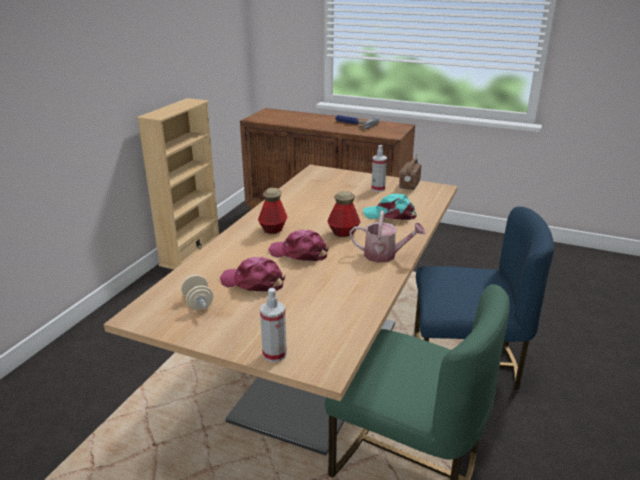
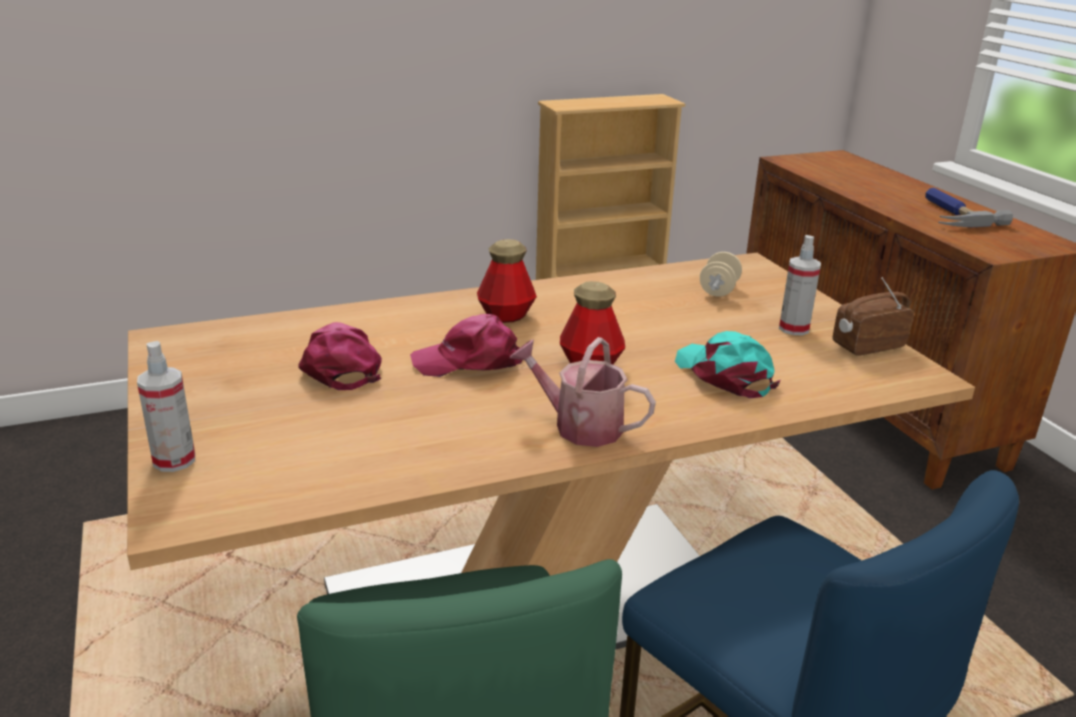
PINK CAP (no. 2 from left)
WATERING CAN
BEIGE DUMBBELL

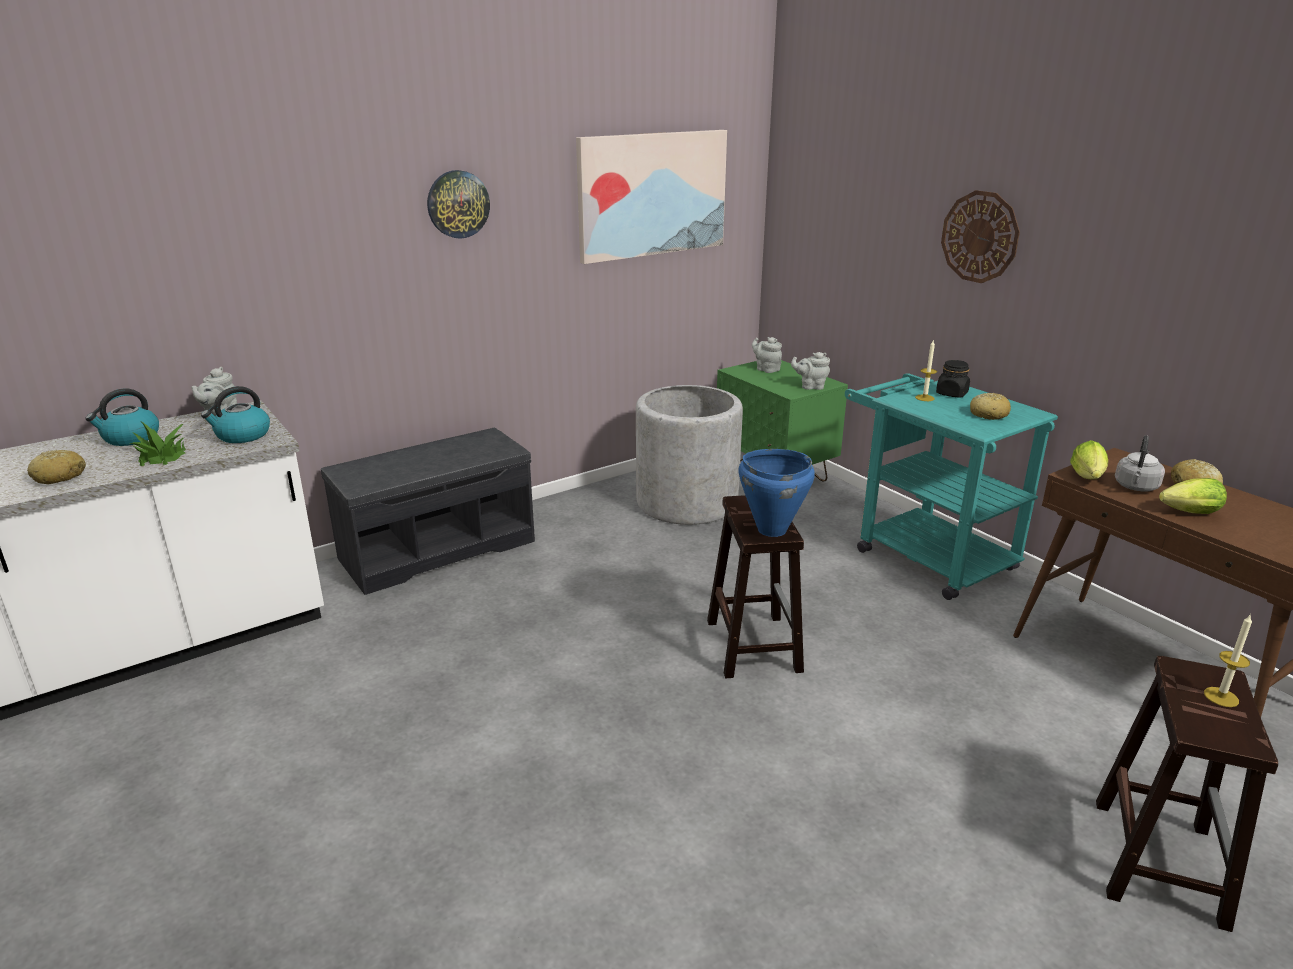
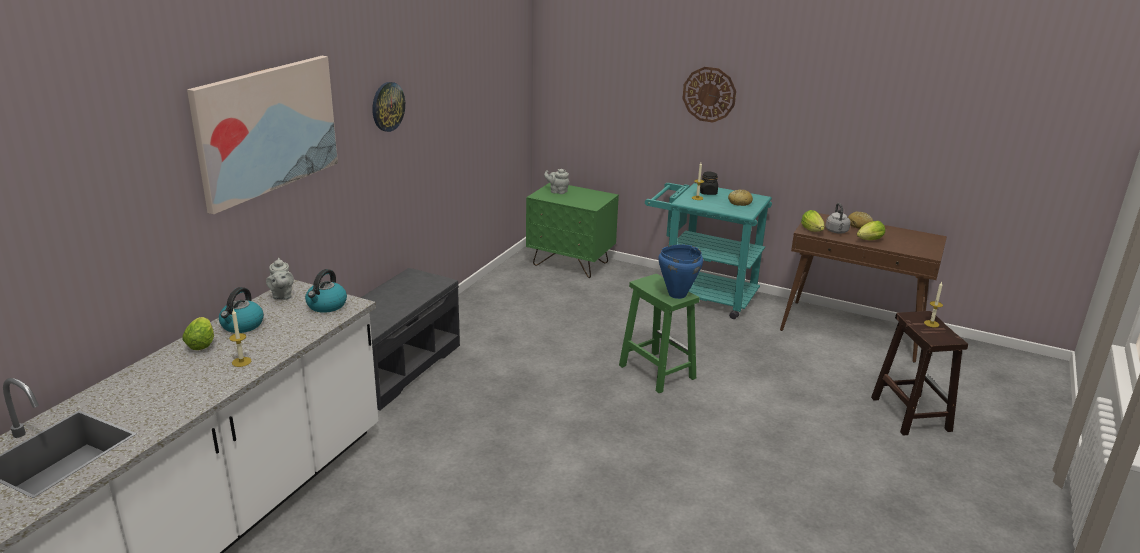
LETTUCE (no. 1 from left)
PICTURE
CANDLE (no. 1 from left)
GREEN STOOL
POTTED PLANT
GREY PLANTER
GREY TEAPOT (no. 3 from left in the first image)

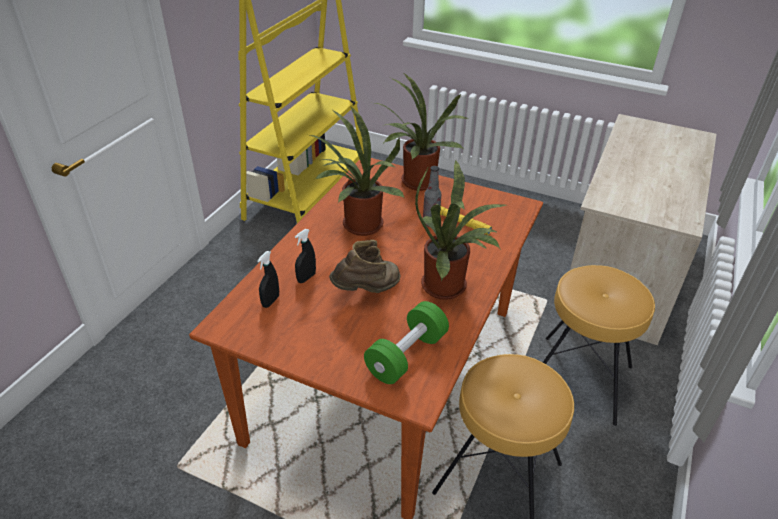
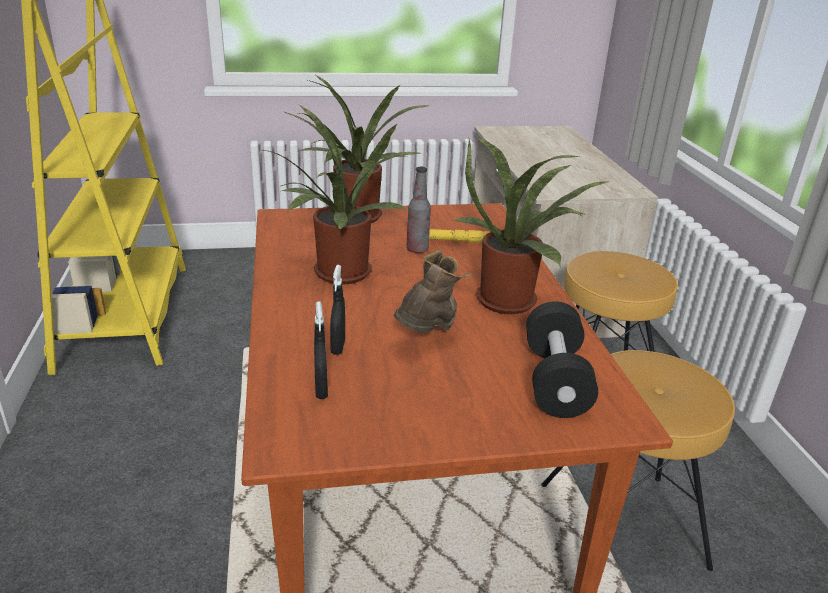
BLACK DUMBBELL

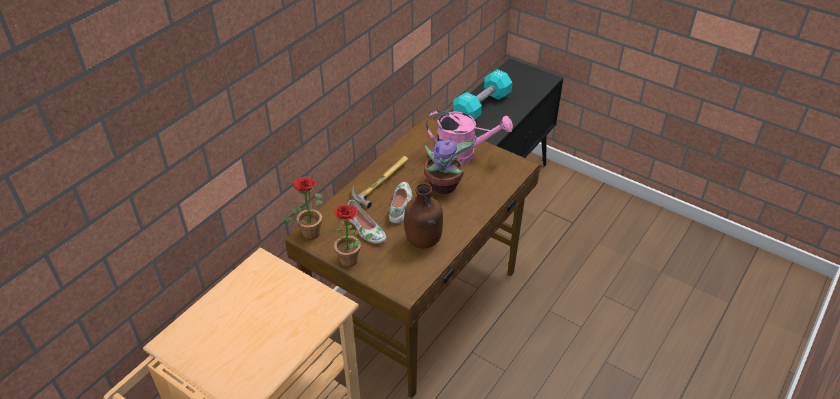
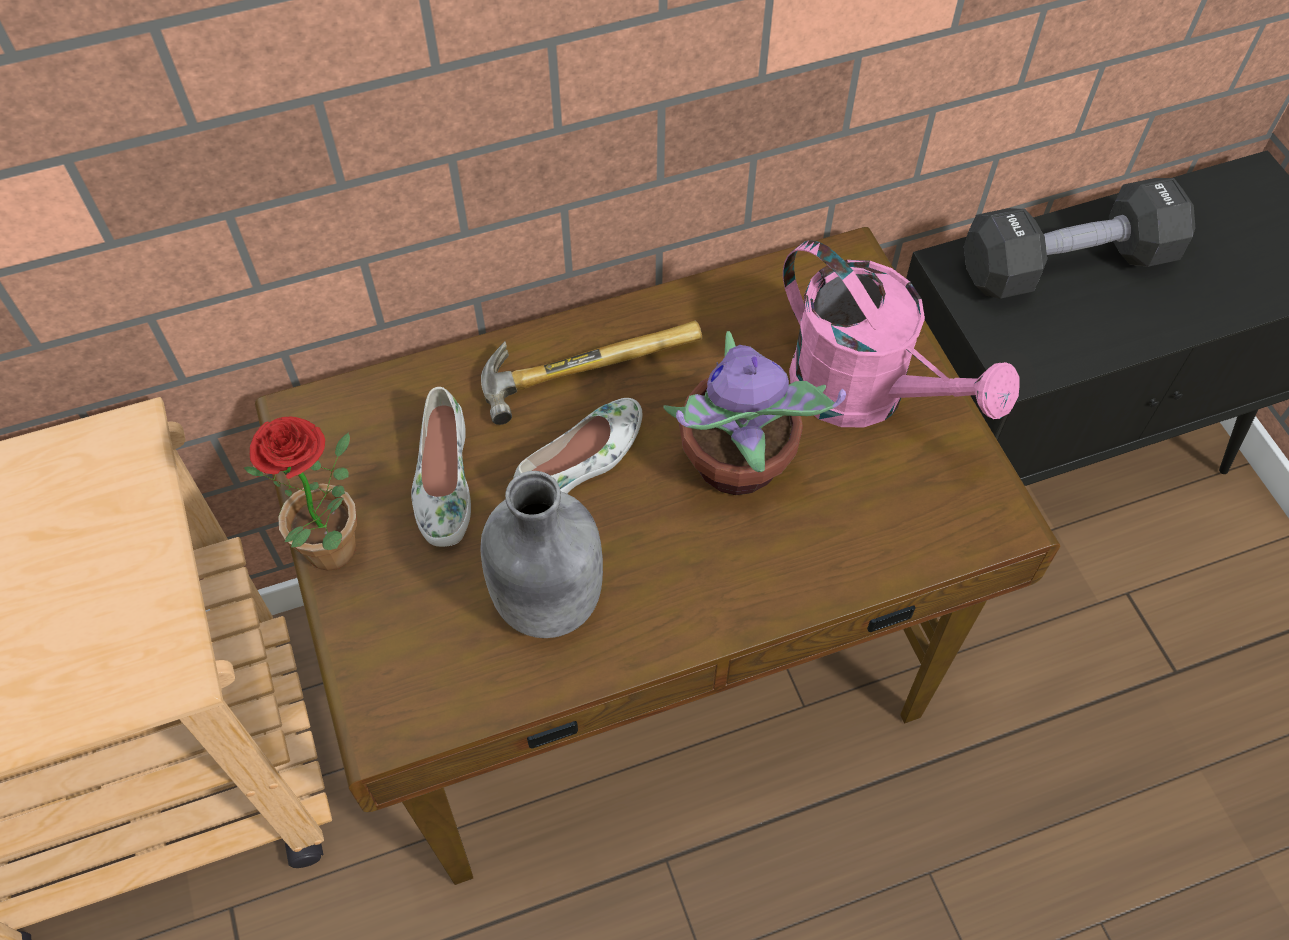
GREY BOTTLE
BLACK DUMBBELL
POTTED PLANT (no. 1 from left in the first image)

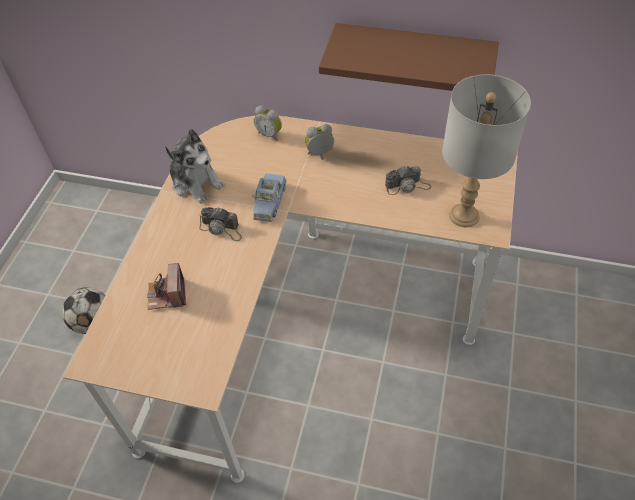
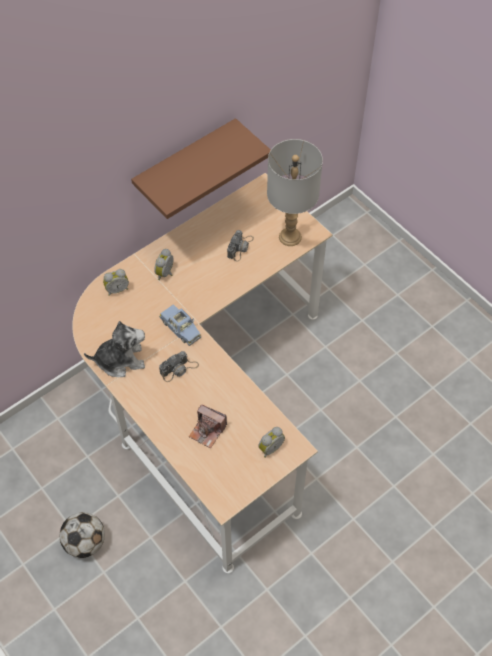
ALARM CLOCK (no. 3 from left)

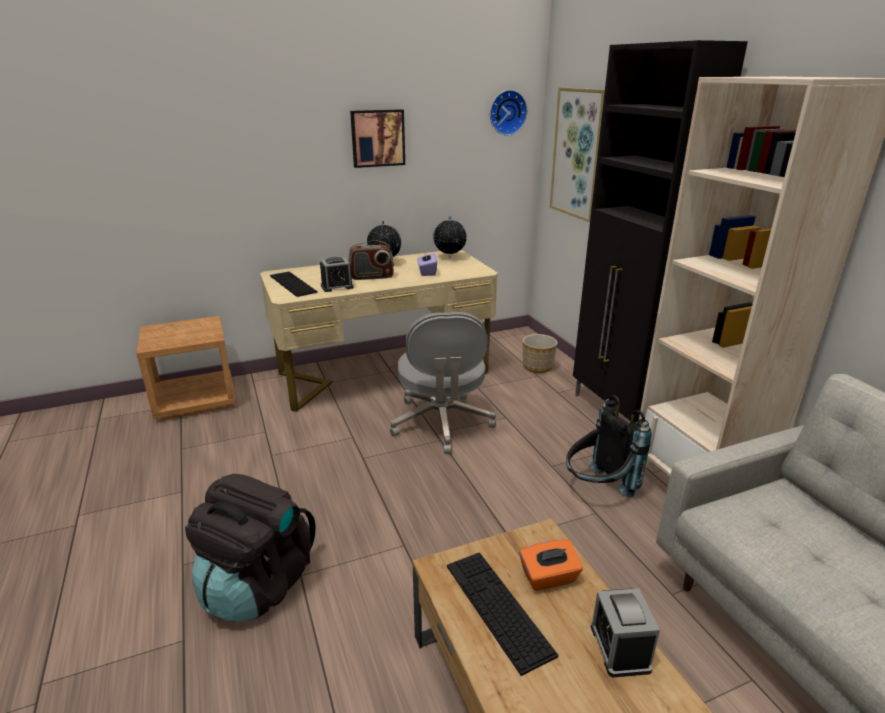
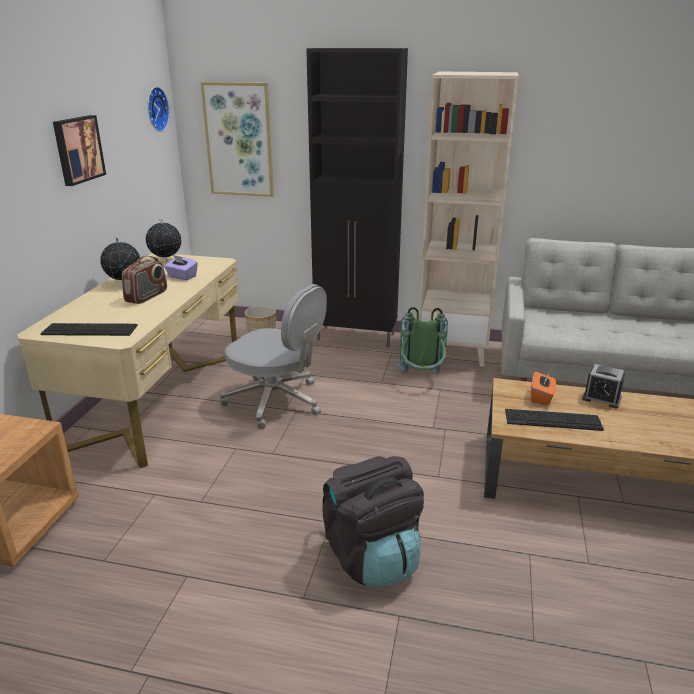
GREEN BACKPACK
ALARM CLOCK (no. 1 from left in the first image)

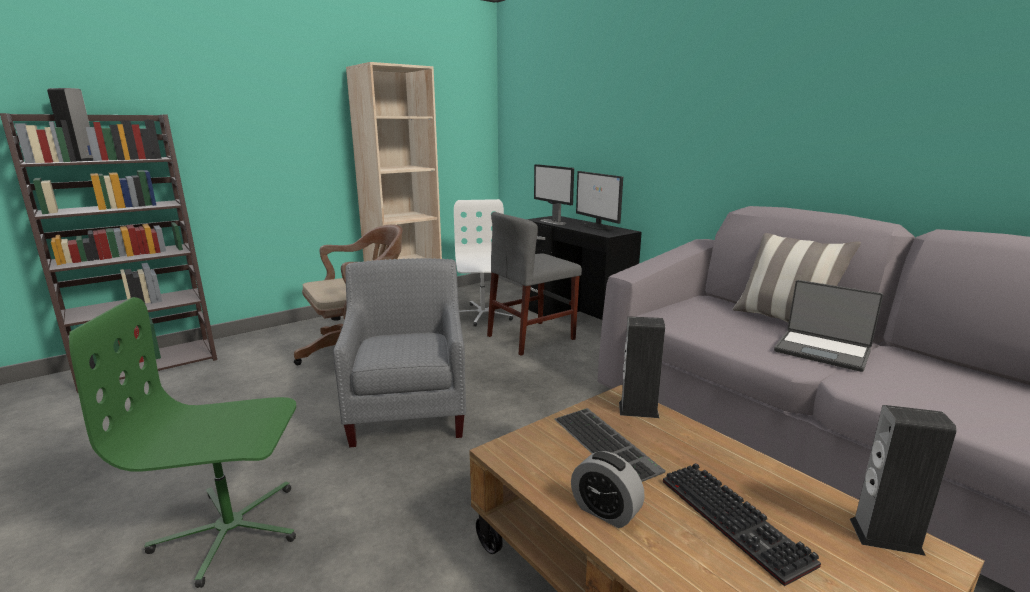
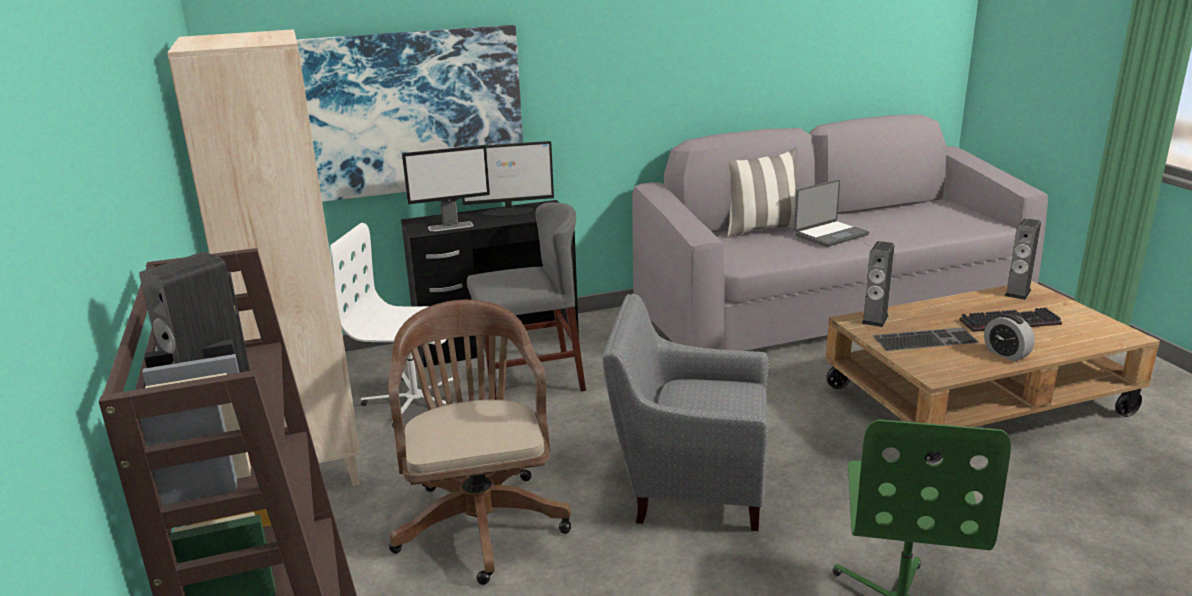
PICTURE
GREY CHAIR
ALARM CLOCK

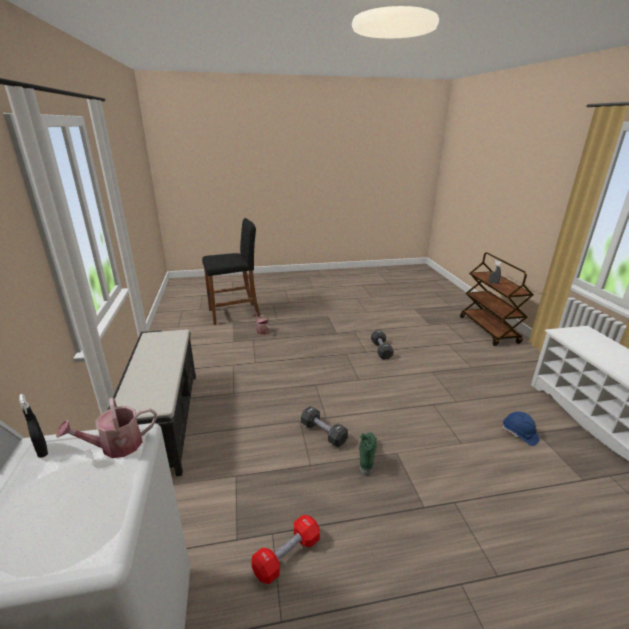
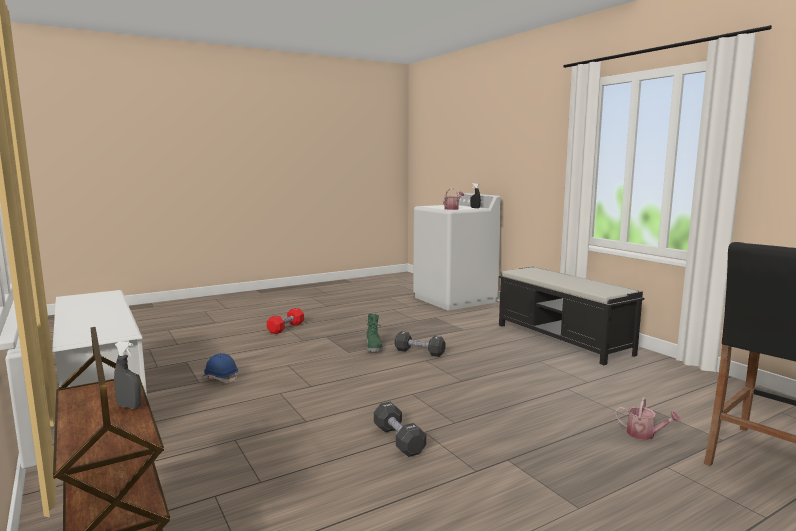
RED DUMBBELL

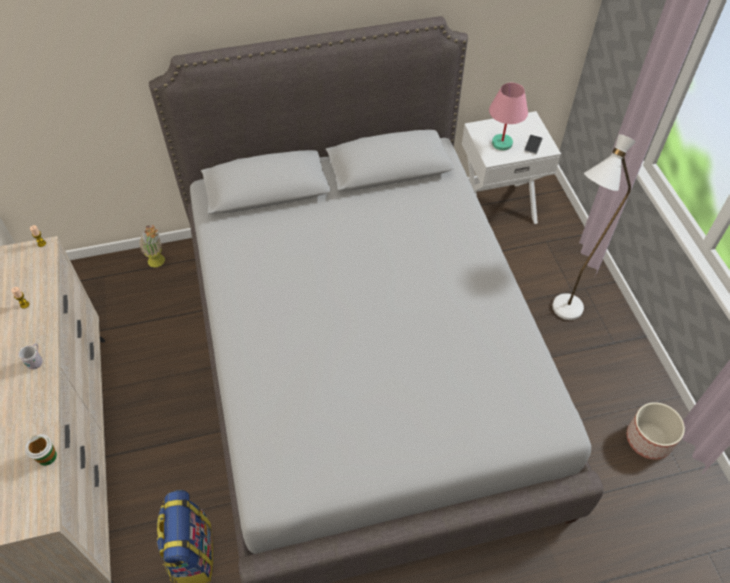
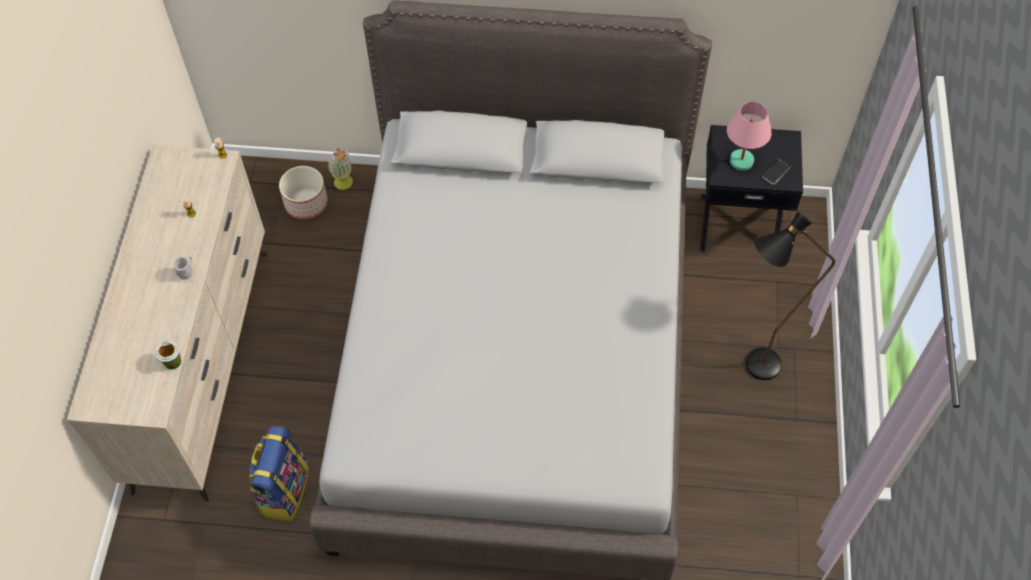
PLANTER
BLACK NIGHTSTAND
BLACK FLOOR LAMP

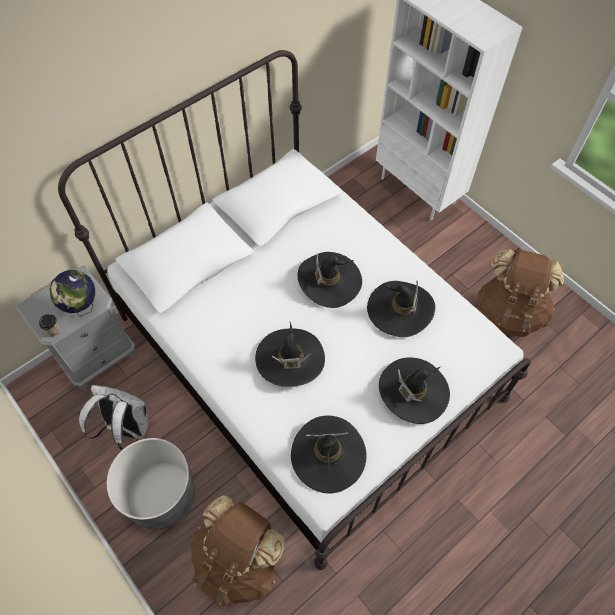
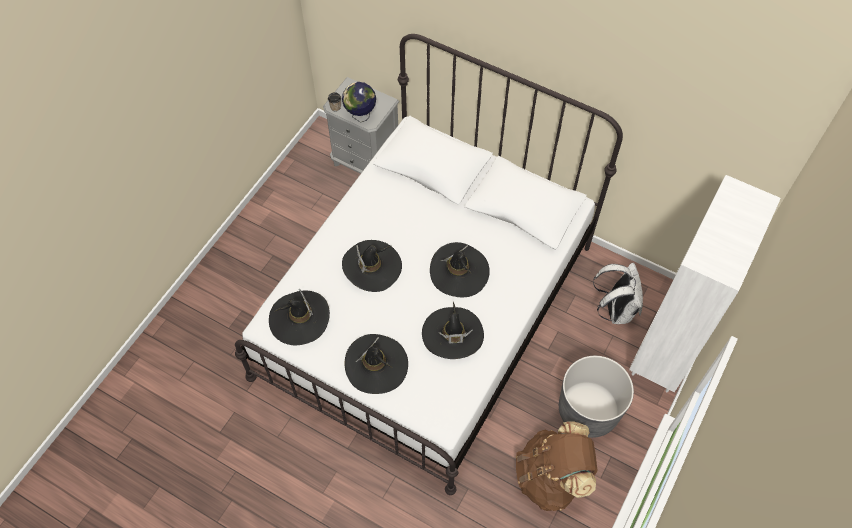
GREY PLANTER
WHITE BACKPACK
BROWN BACKPACK (no. 1 from left in the first image)

